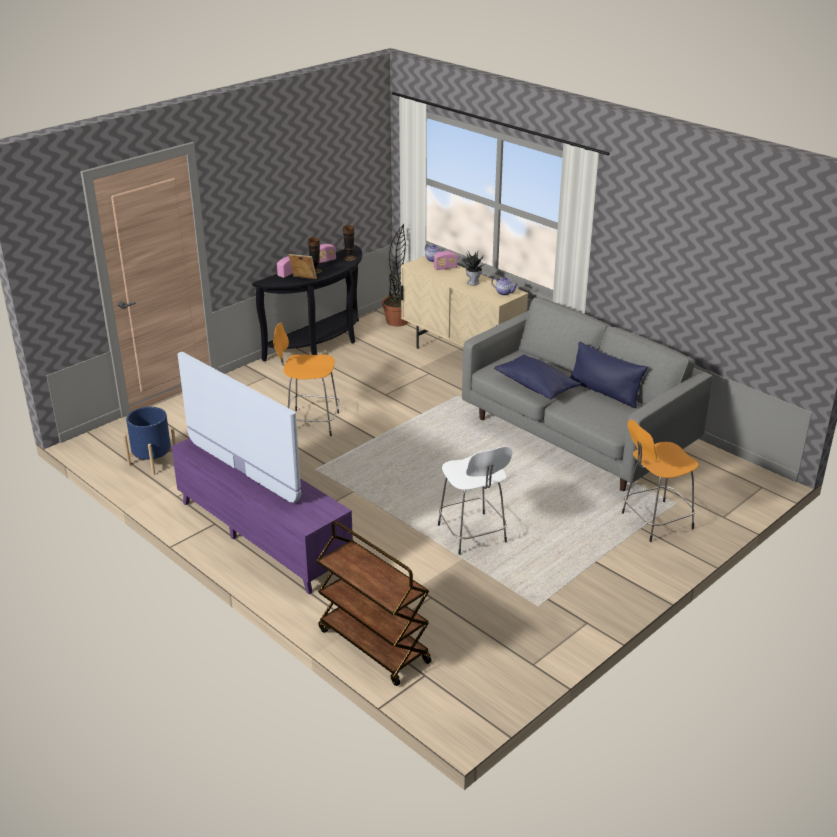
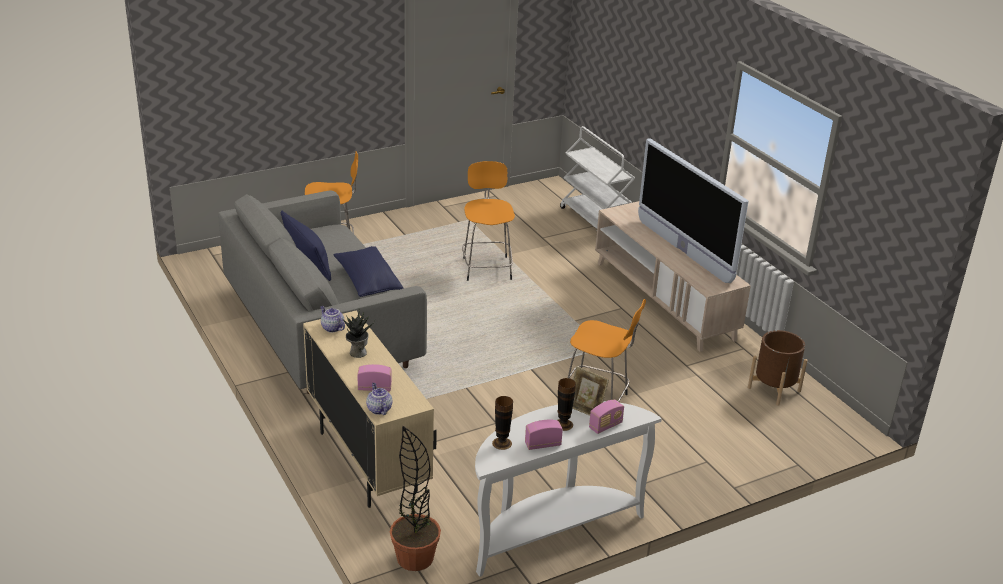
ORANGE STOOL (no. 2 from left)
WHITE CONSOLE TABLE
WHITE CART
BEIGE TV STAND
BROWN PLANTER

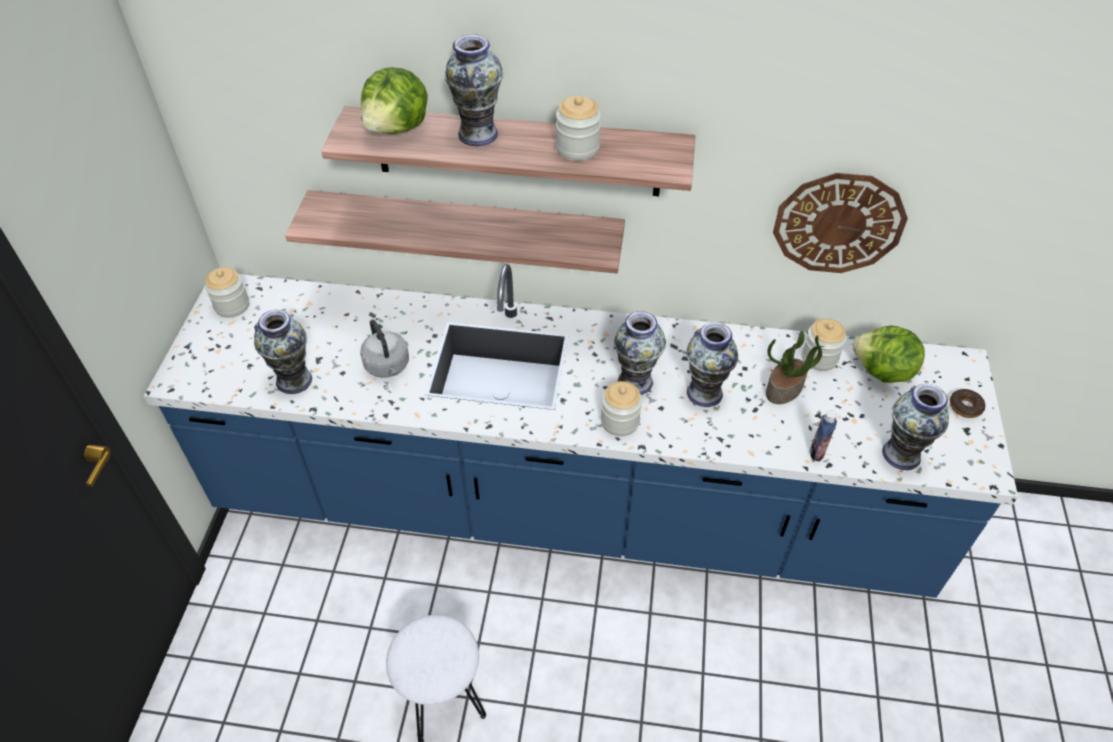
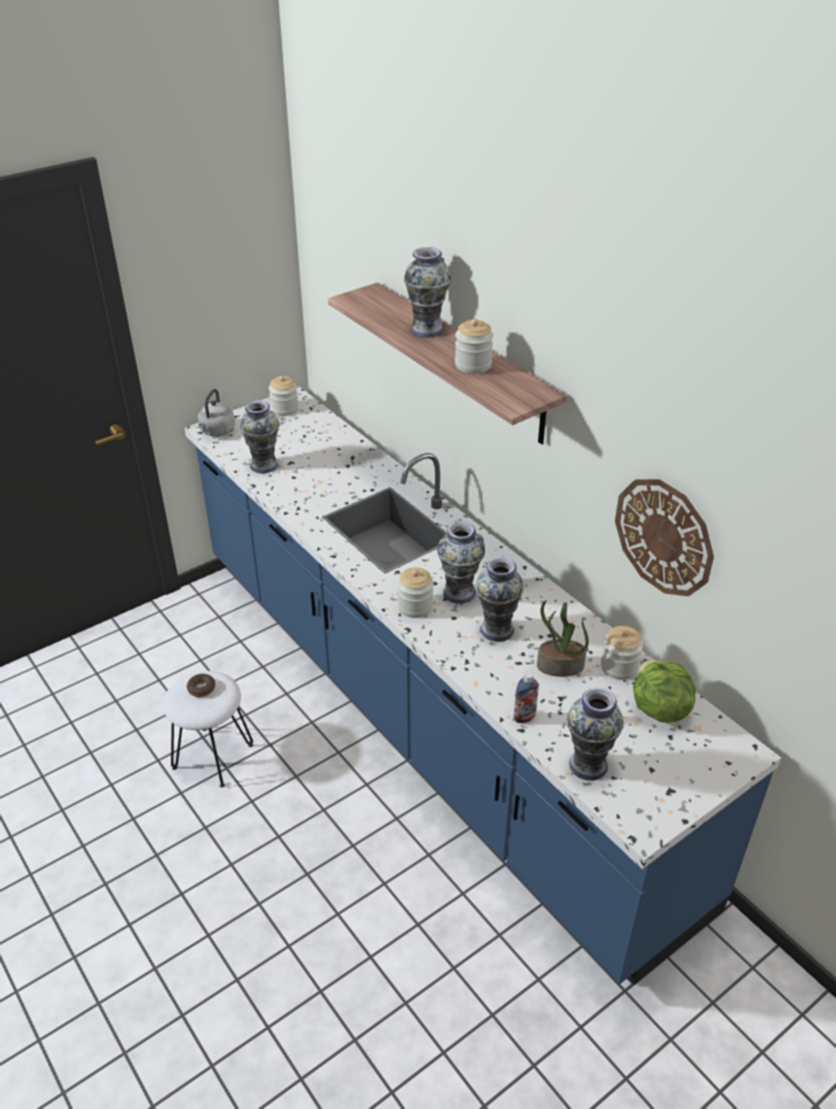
DONUT
GREY KETTLE
SHELF (no. 1 from left in the first image)
LETTUCE (no. 1 from left in the first image)

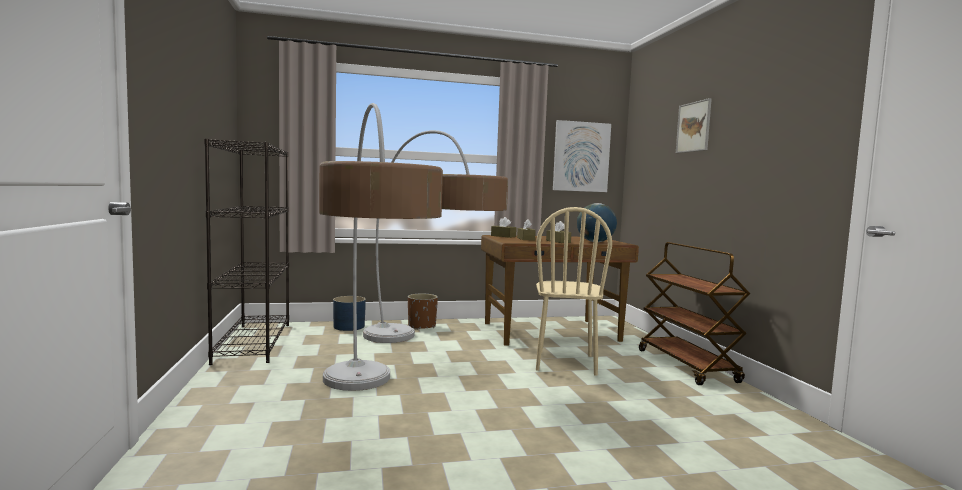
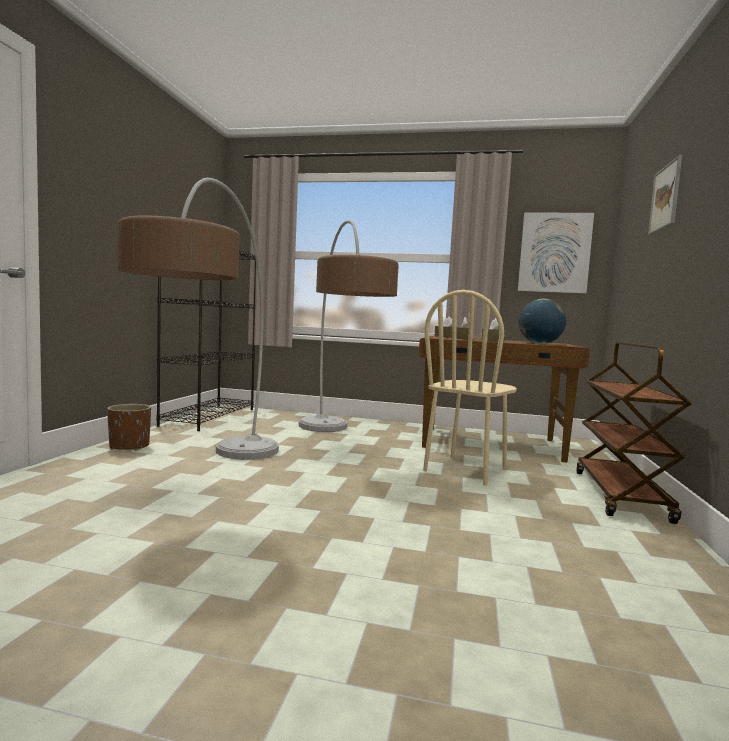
BROWN PLANTER
BLUE PLANTER

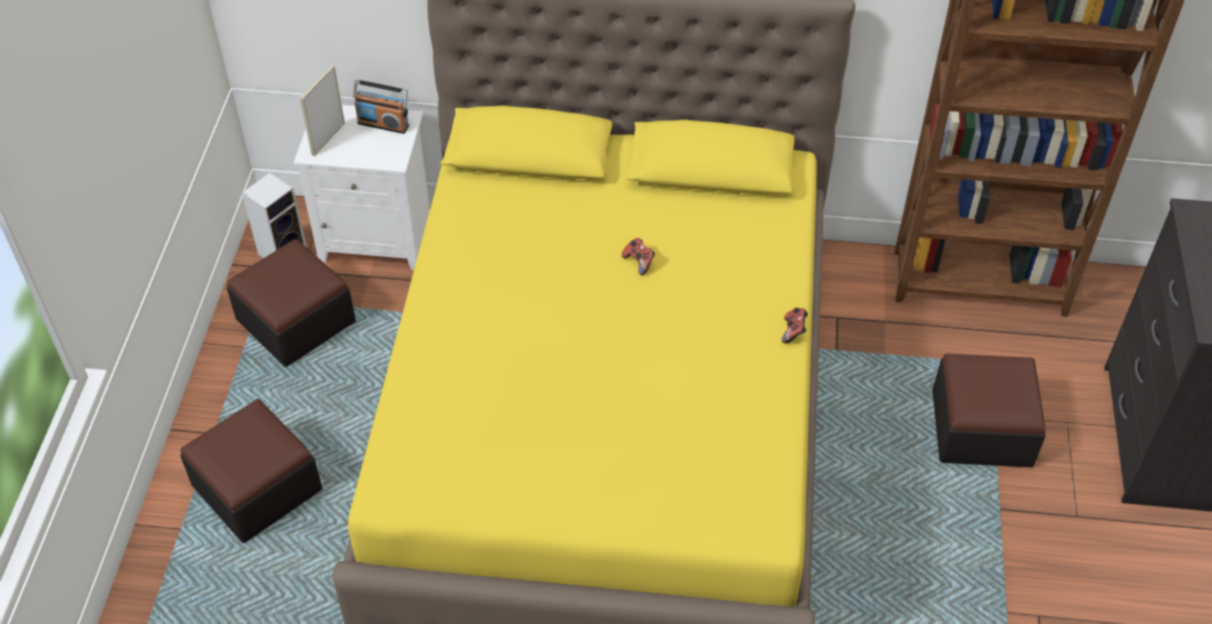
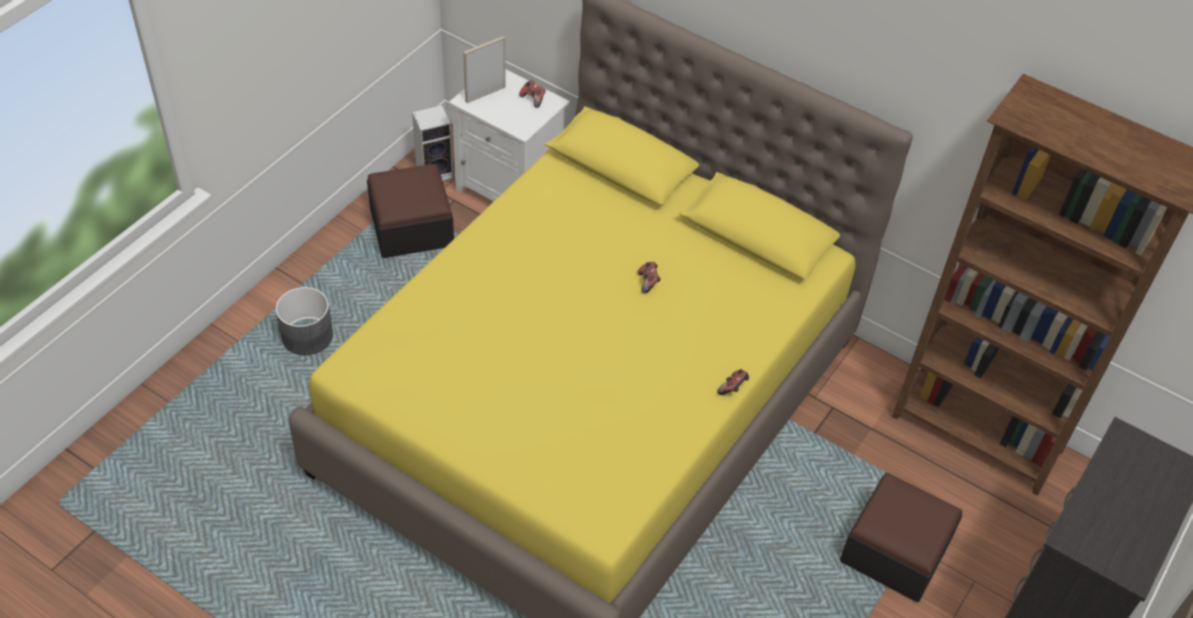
GREY PLANTER
GAME CONTROLLER (no. 1 from left)

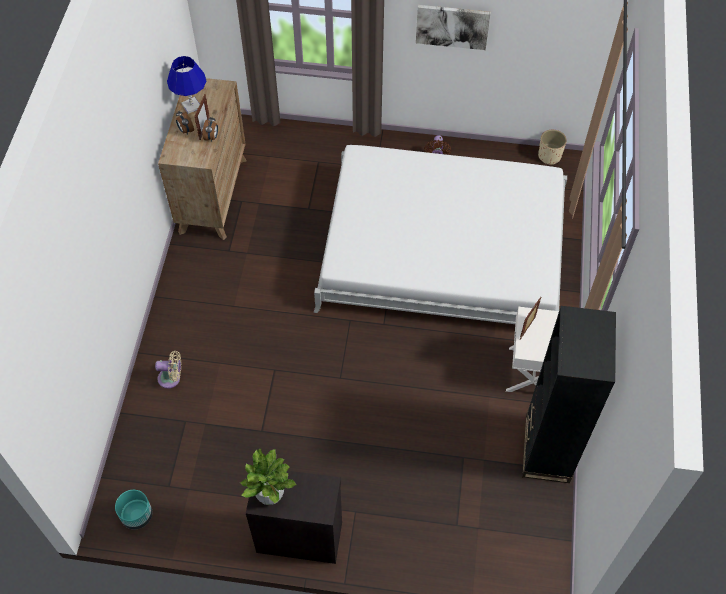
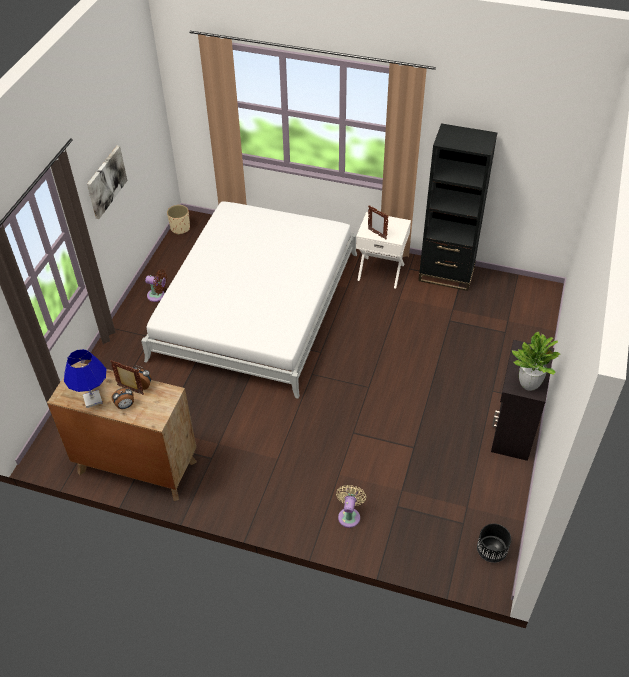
BLACK PLANTER

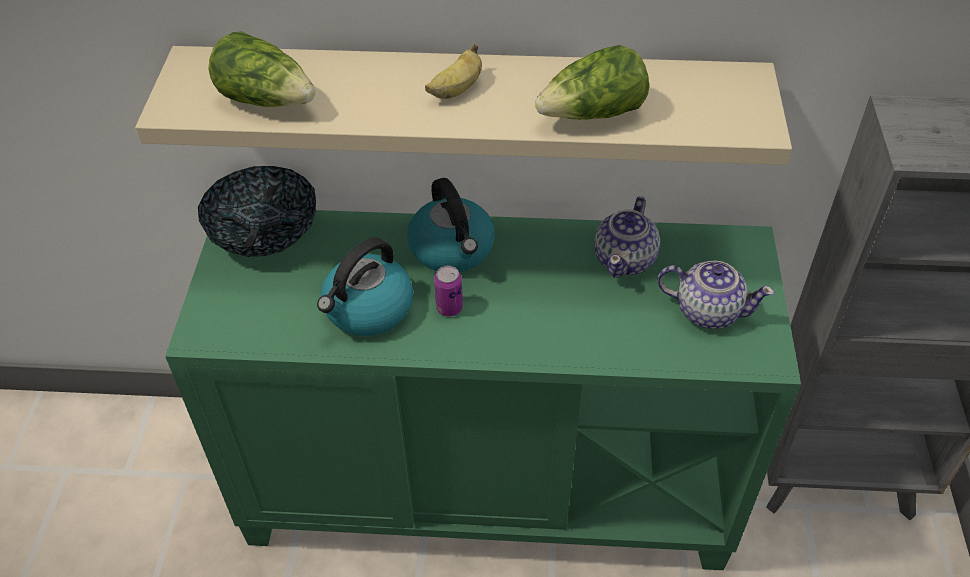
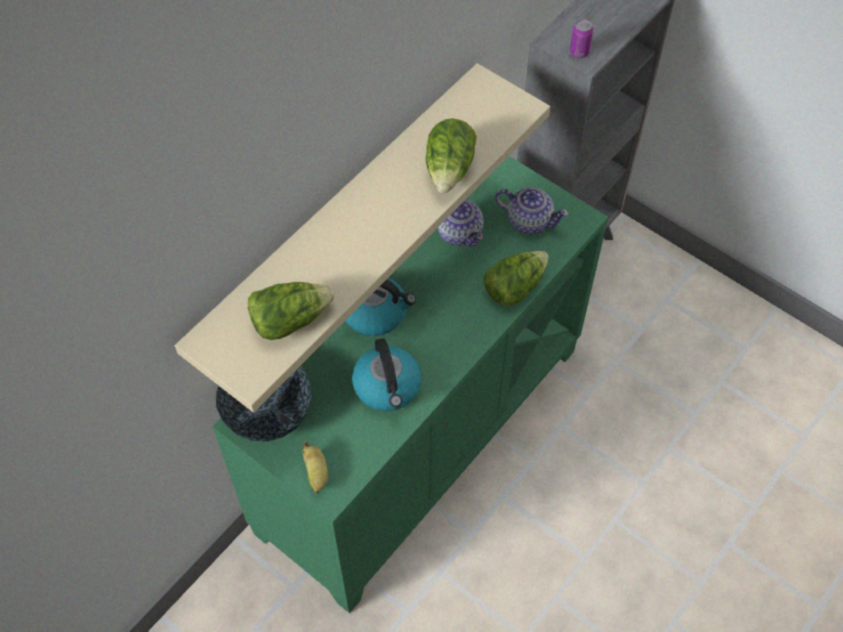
BANANA
LETTUCE (no. 3 from left)
TEAPOT (no. 2 from left)
CAN

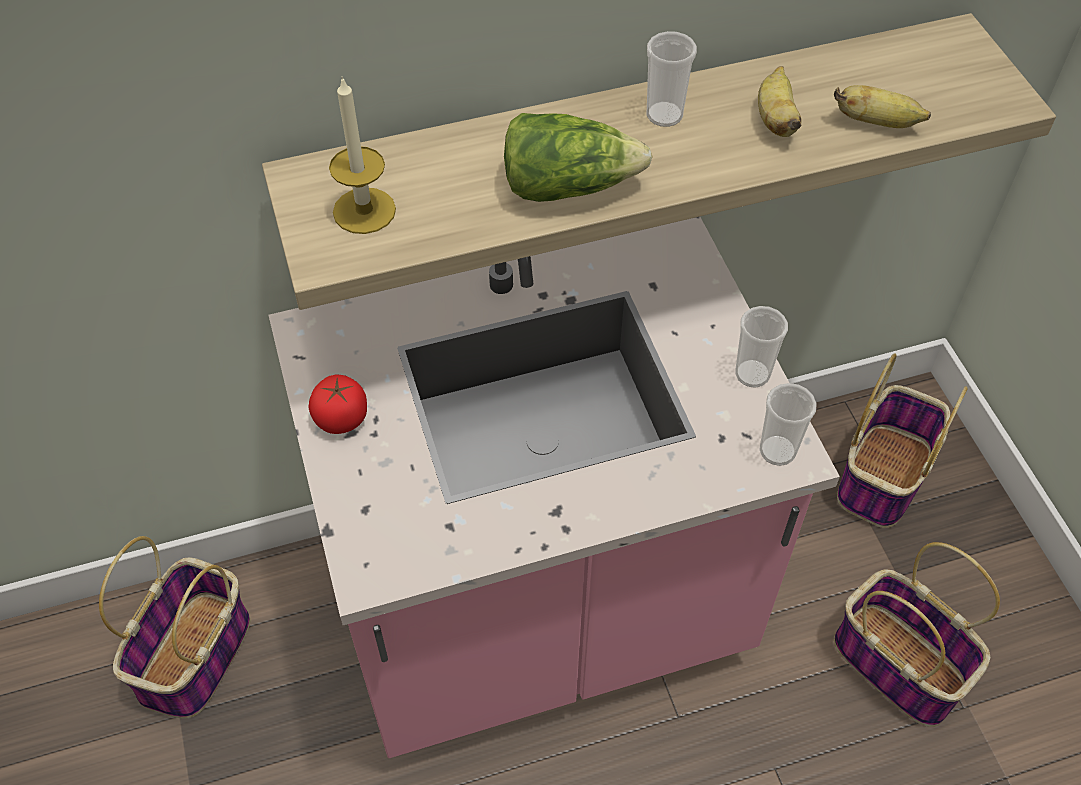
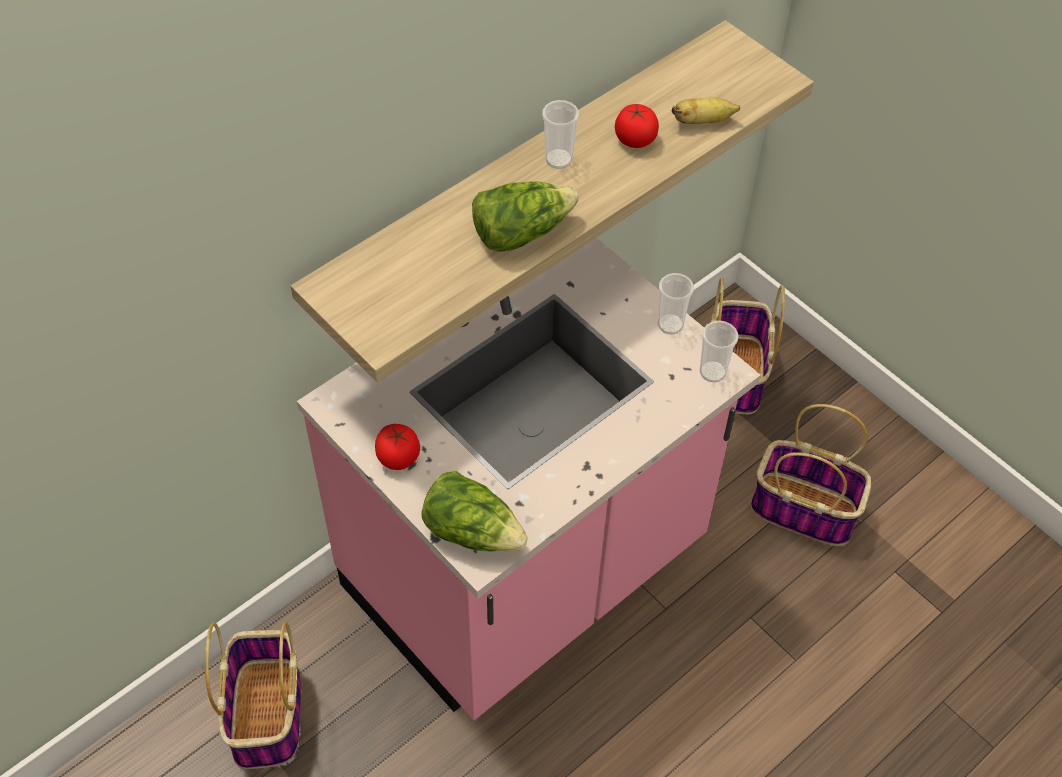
LETTUCE (no. 1 from left)
TOMATO (no. 2 from left)
CANDLE

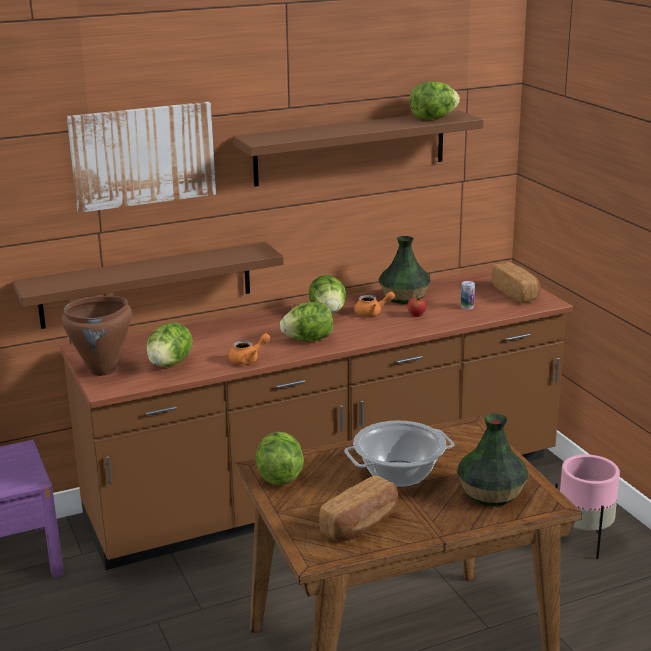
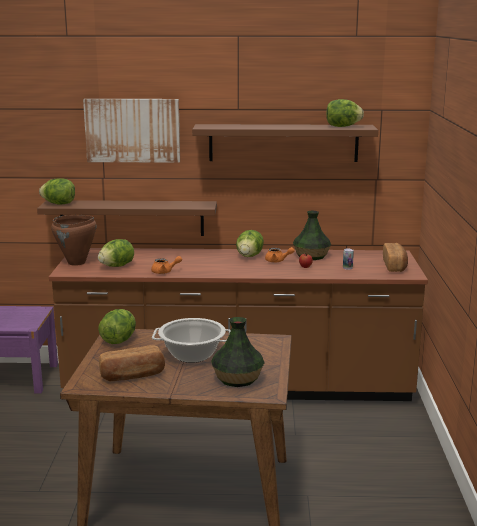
LETTUCE (no. 1 from left)
PINK PLANTER

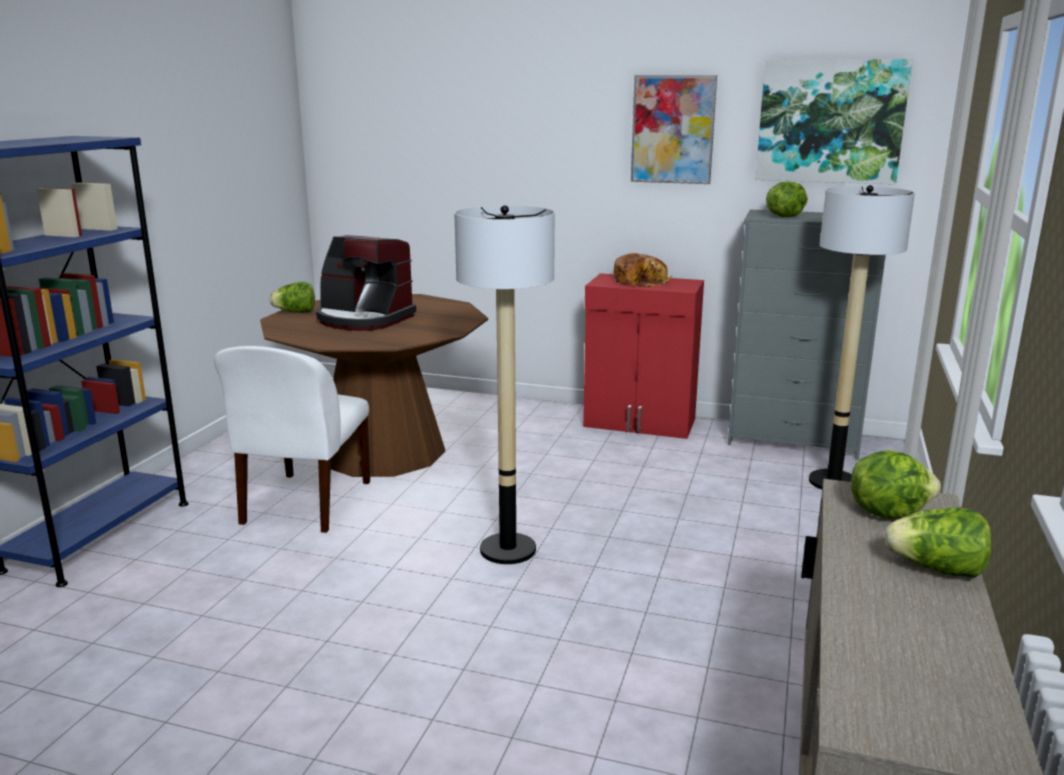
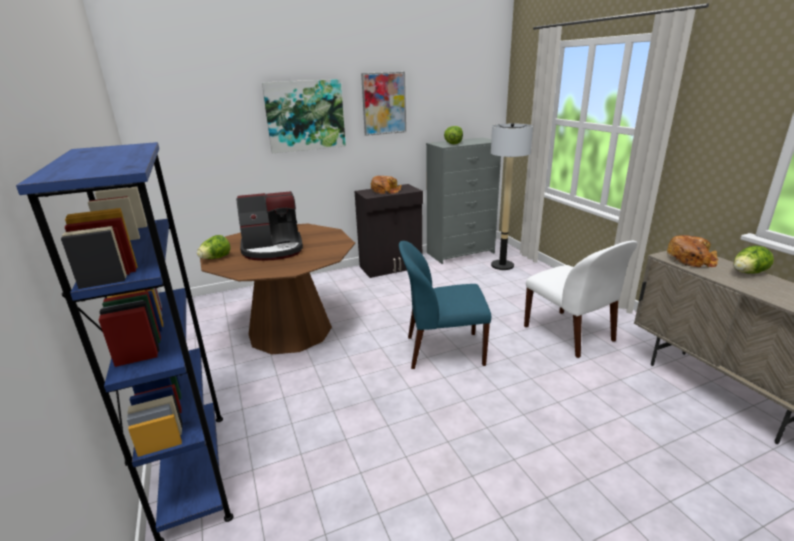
PICTURE (no. 1 from left)
BLACK CABINET
BLUE CHAIR
WHITE CHAIR
BREAD (no. 2 from left)

